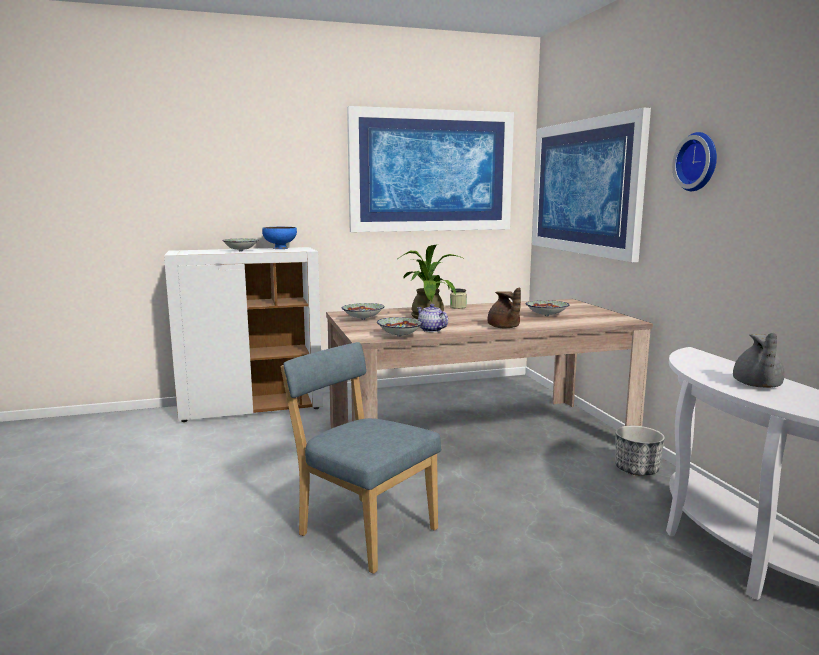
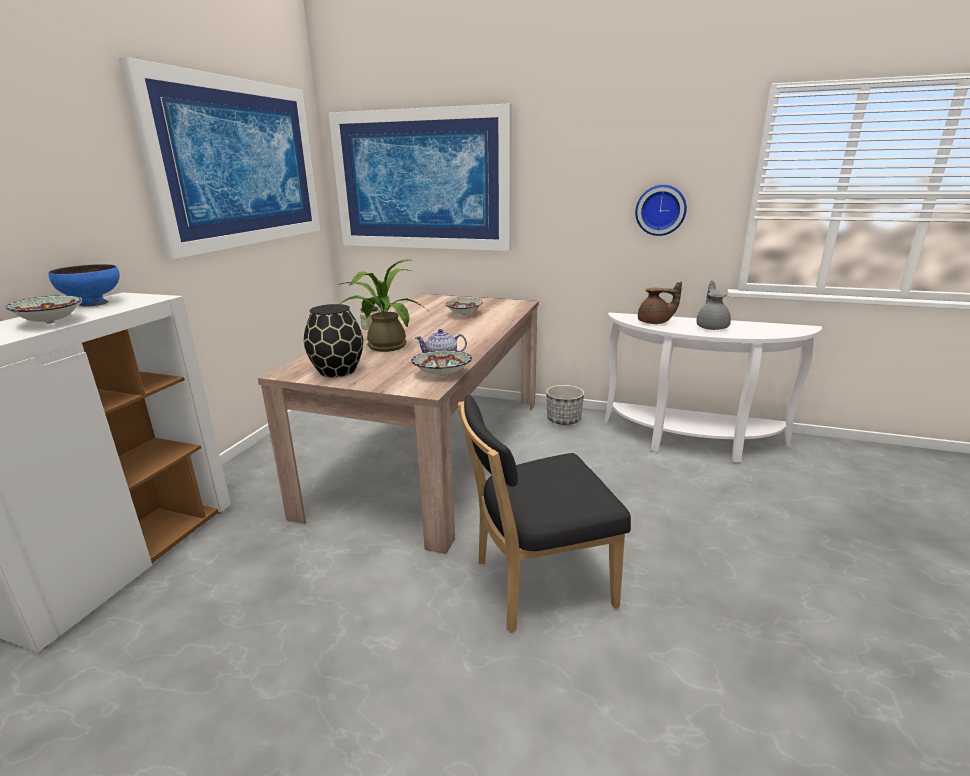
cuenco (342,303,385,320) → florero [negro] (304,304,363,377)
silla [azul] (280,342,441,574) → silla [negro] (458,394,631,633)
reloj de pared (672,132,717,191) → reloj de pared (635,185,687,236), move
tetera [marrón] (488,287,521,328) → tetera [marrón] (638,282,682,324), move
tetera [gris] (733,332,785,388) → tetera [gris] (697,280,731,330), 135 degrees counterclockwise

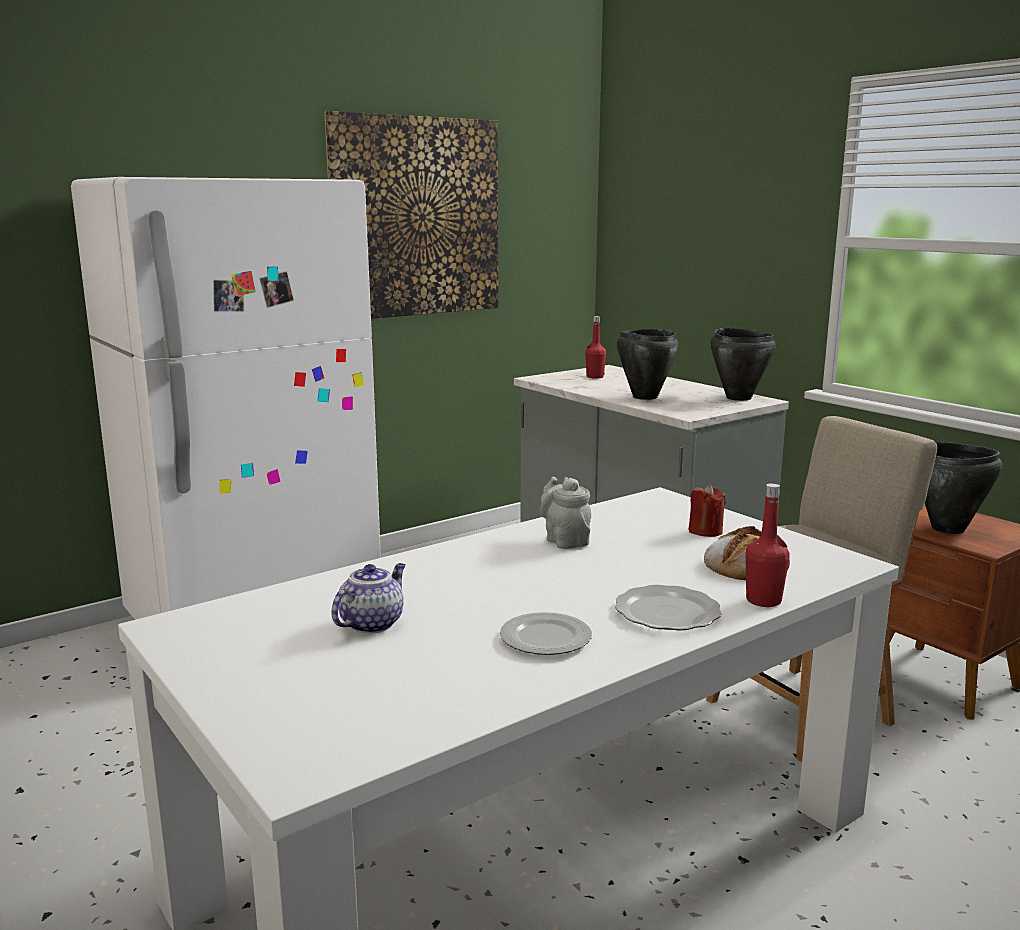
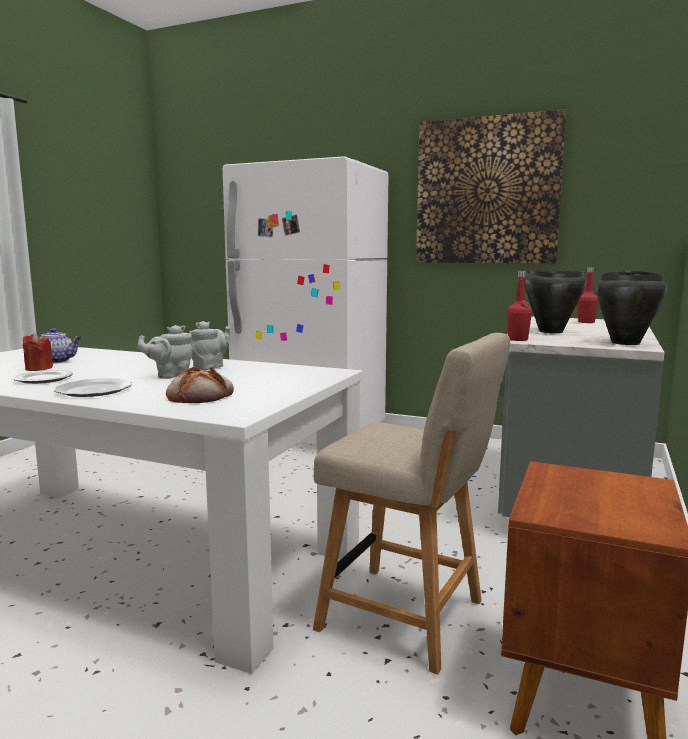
vela [rojo] (688,484,726,537) → vela [rojo] (23,333,53,371), move
- → tetera [gris] (138,325,193,379)
botella [rojo] (746,483,790,607) → botella [rojo] (507,270,532,341), move
olla [negro] (925,442,1002,534) → -

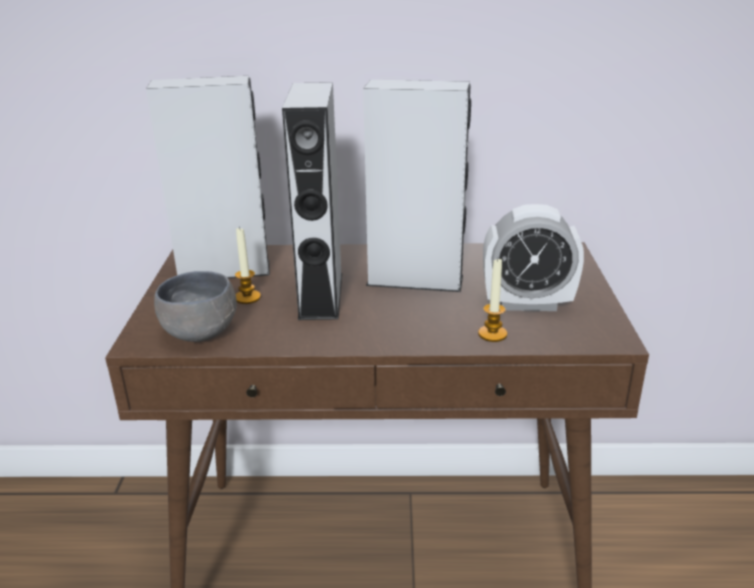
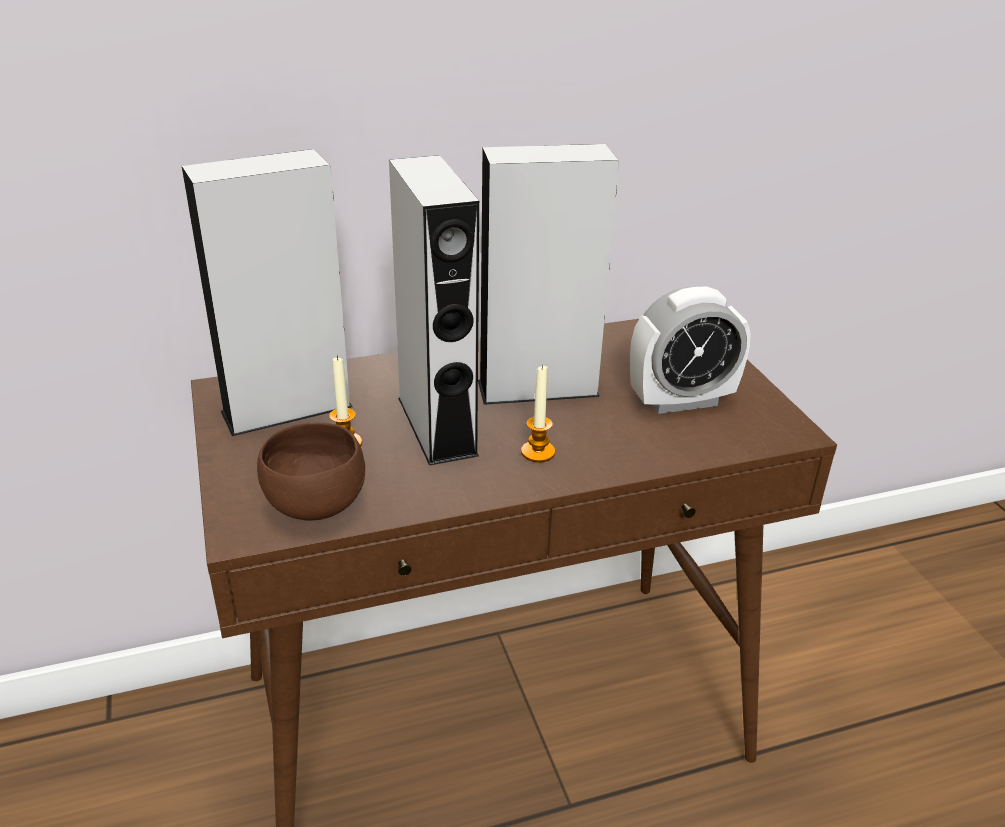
cuenco [gris] (154,271,237,342) → cuenco [marrón] (257,422,365,521)
vela (478,259,507,342) → vela (521,364,555,463), move

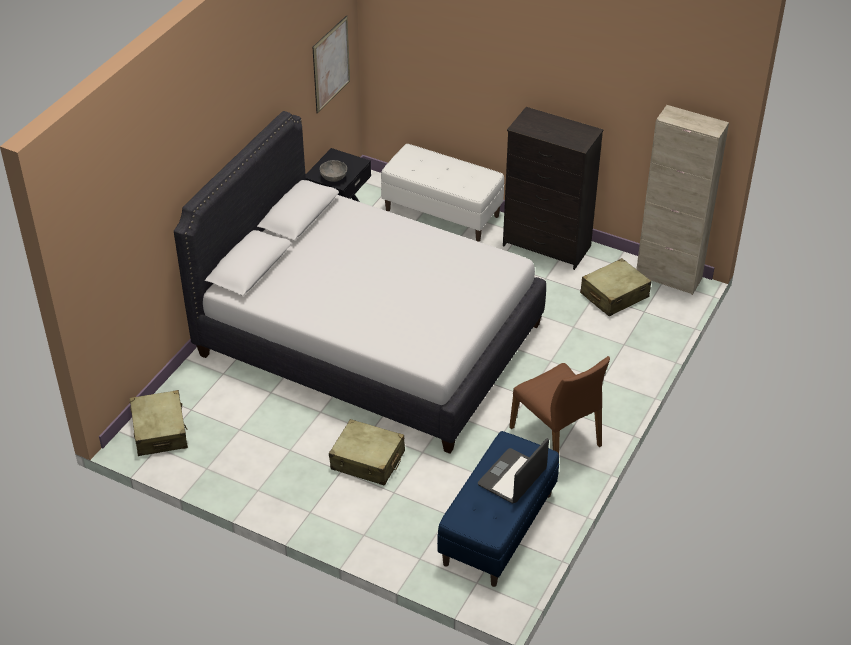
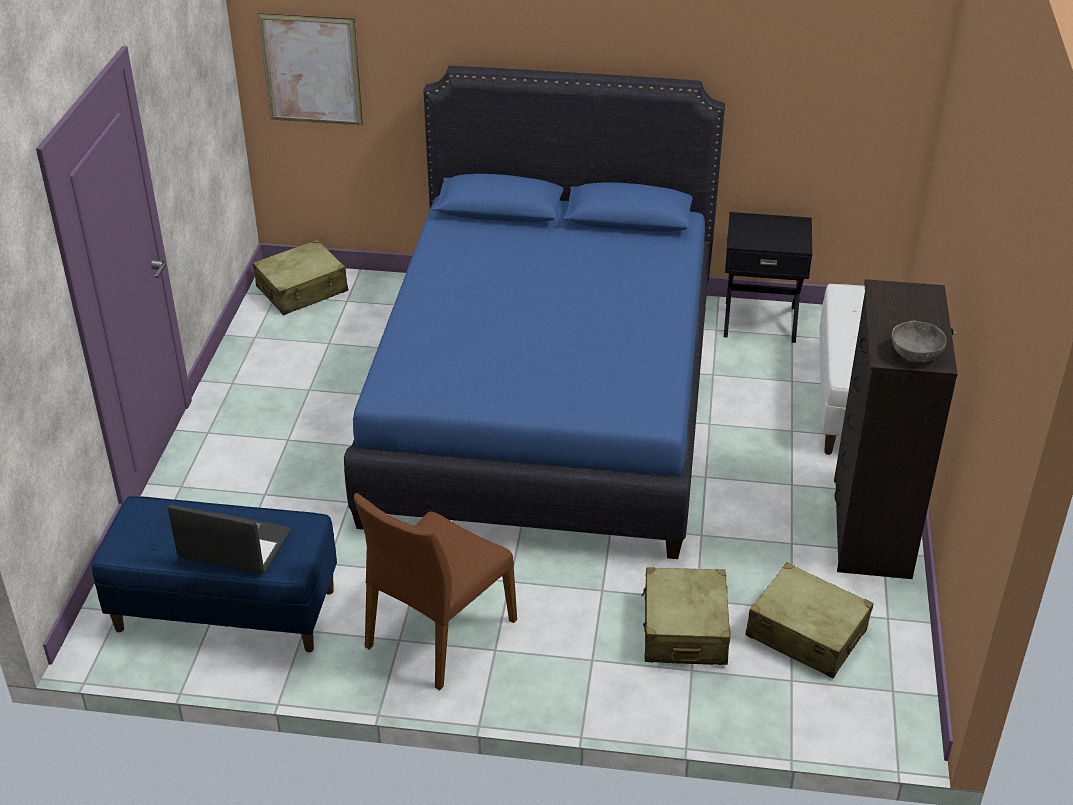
cuadro (312,15,350,114) → cuadro (258,13,363,125), move
cama [blanco] (174,111,546,454) → cama [azul] (344,66,725,559)
maleta [beis] (329,419,405,486) → maleta [beis] (641,567,730,665), move
cuenco [gris] (320,160,347,182) → cuenco [gris] (891,321,947,362), move
armario [beis] (637,105,729,295) → -

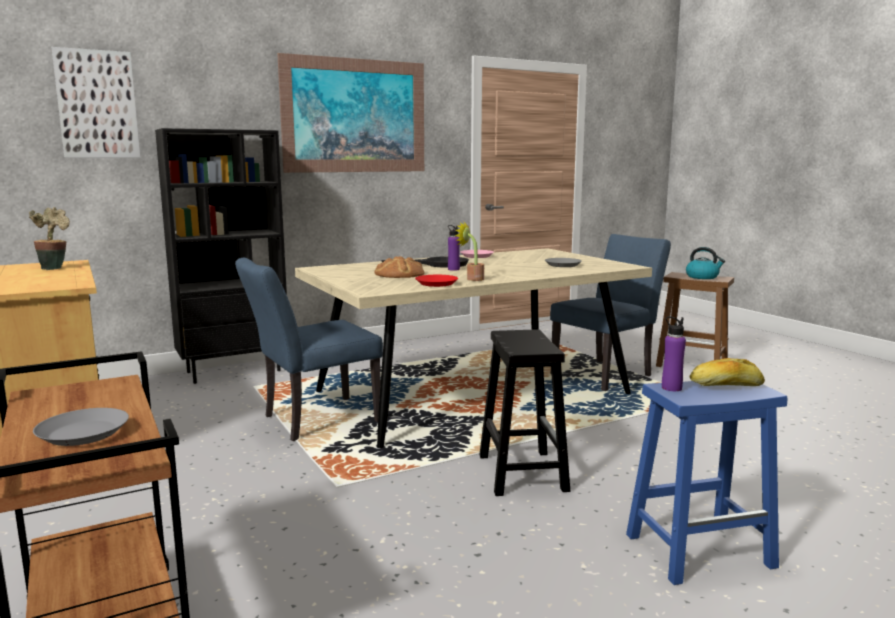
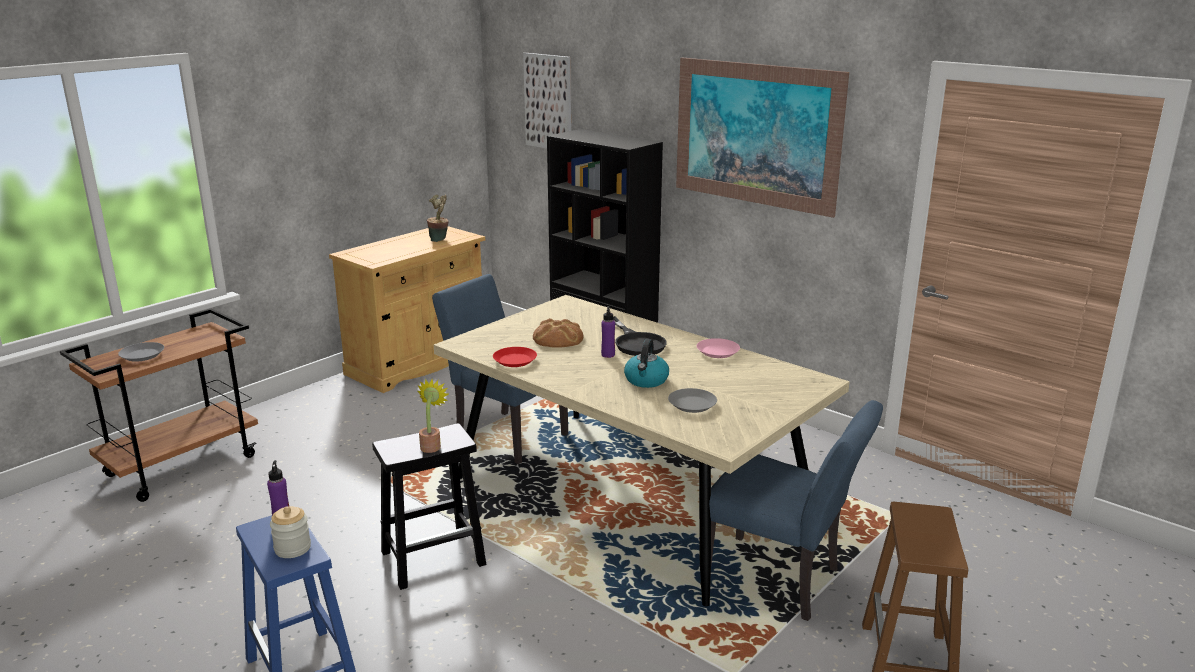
pan (690,358,765,386) → tarro (270,506,311,558)
planta en maceta (455,221,484,281) → planta en maceta (418,379,448,453), move
hervidor (686,247,725,279) → hervidor (624,339,669,388), move

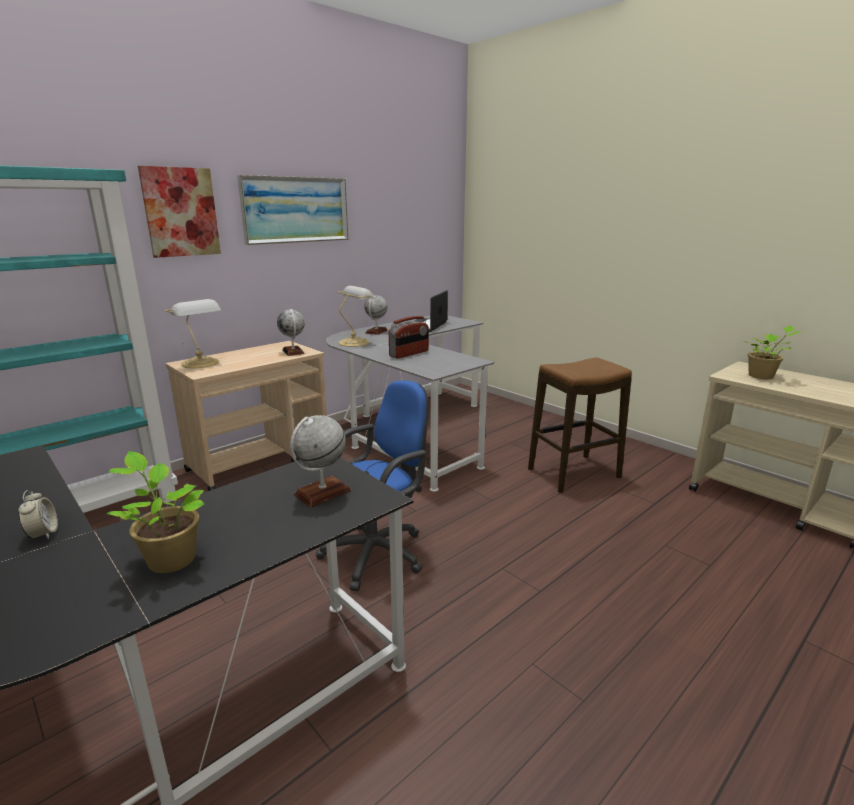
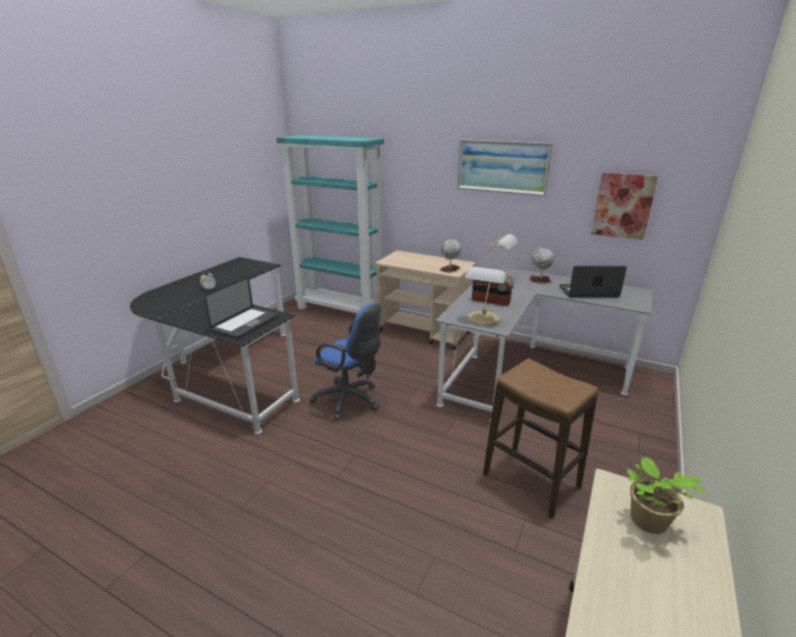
globo terráqueo (290,415,351,507) → portátil (204,277,278,339)
lámpara de mesa (165,299,221,368) → lámpara de mesa (464,267,510,325), move
cuadro (138,166,221,258) → cuadro (591,172,658,240), move
planta en maceta (107,451,204,573) → -

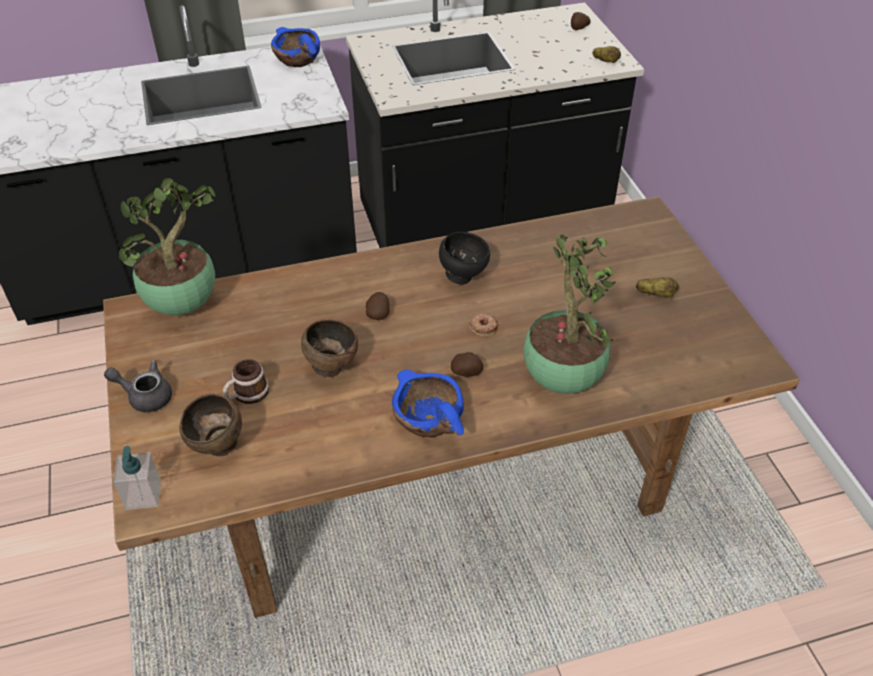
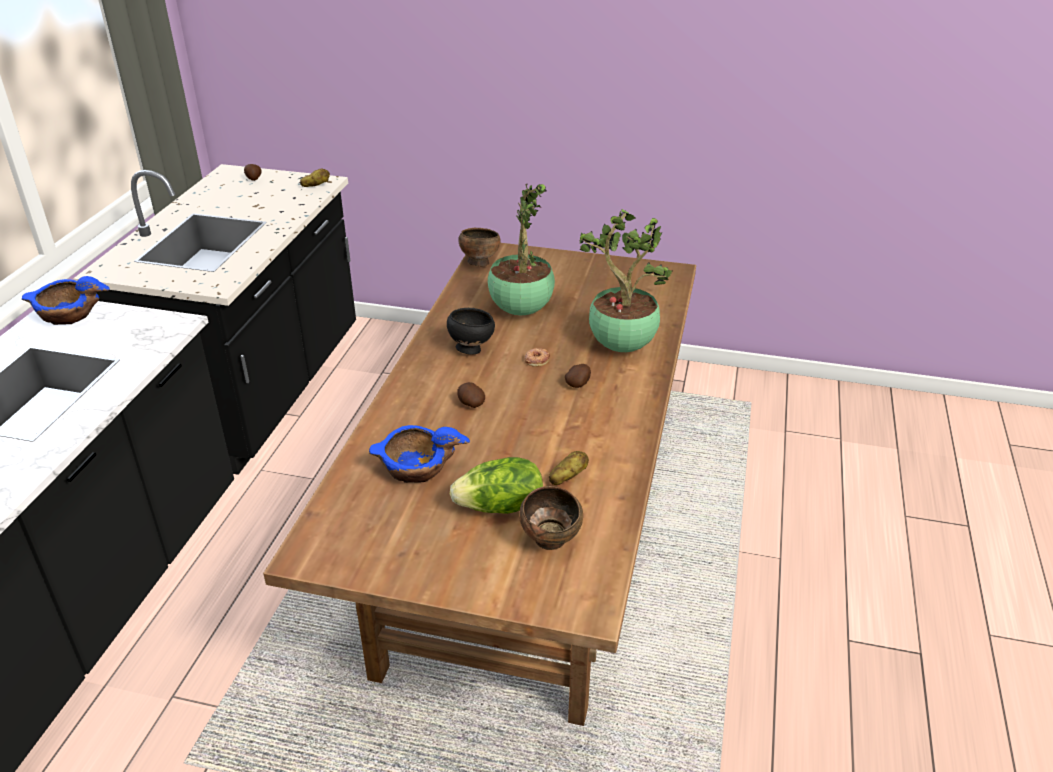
cuenco [azul] (392,369,464,437) → cuenco [azul] (369,425,470,483), move
taza grande (223,359,269,404) → lechuga (450,457,543,514)
cuenco [marrón] (301,319,358,377) → cuenco [marrón] (458,228,501,266), move
planta en maceta (119,178,216,316) → planta en maceta (488,184,555,315), move
patata (636,277,679,298) → patata (549,451,589,485), move
tetera [gris] (104,360,172,412) → -
dispensador de jabón (113,446,161,510) → -

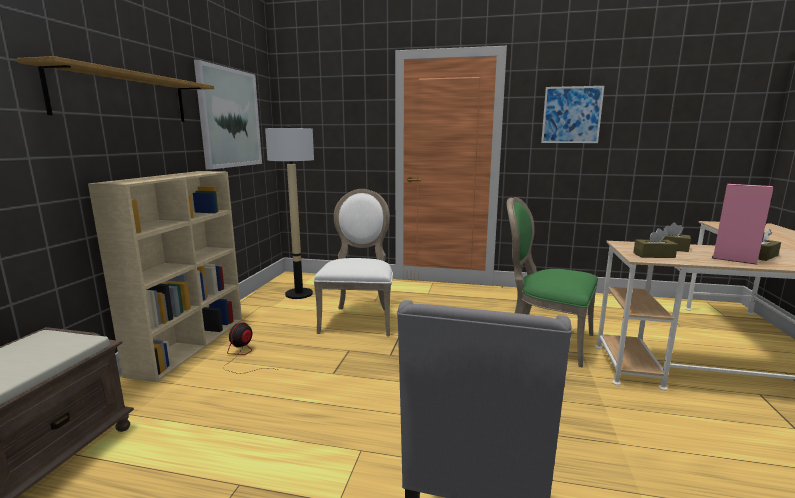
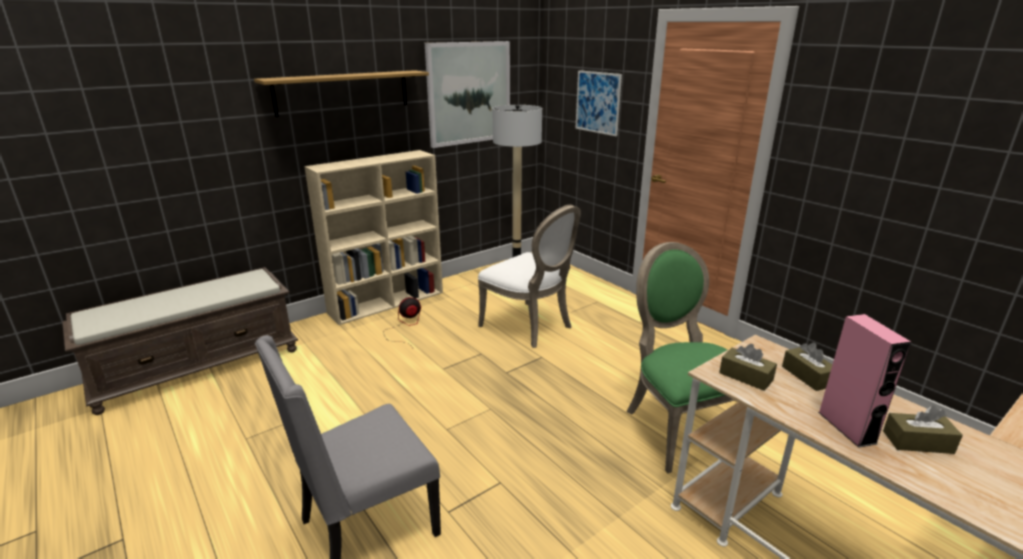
silla [blanco] (314,189,393,336) → silla [blanco] (478,205,581,348), 90 degrees clockwise
cuadro (541,86,604,143) → cuadro (575,70,622,136), move

